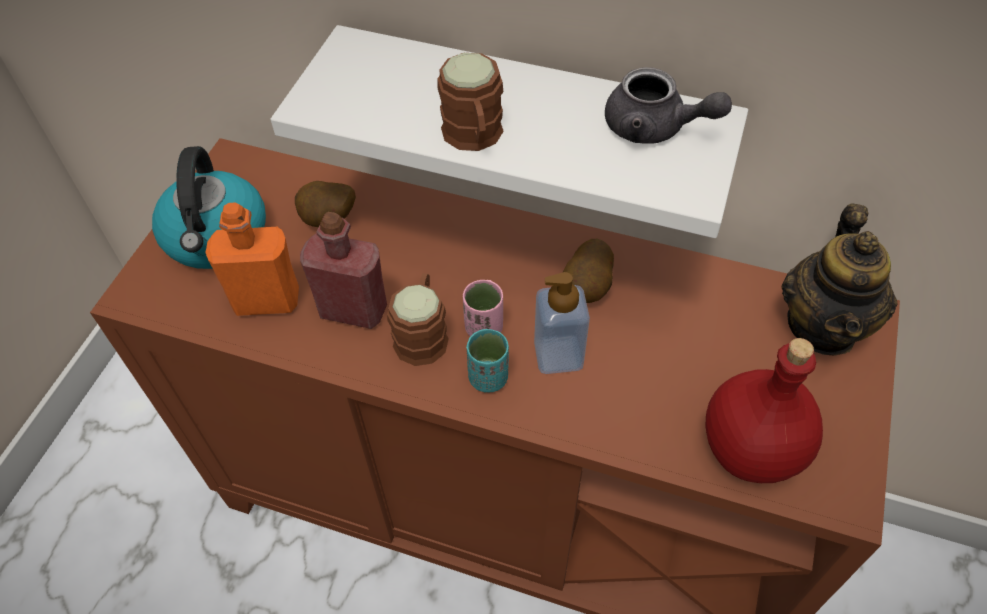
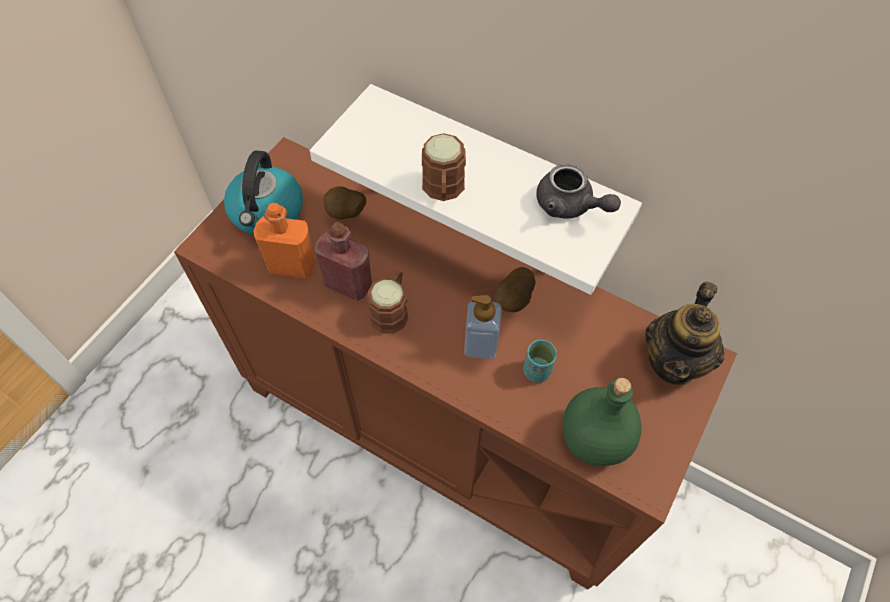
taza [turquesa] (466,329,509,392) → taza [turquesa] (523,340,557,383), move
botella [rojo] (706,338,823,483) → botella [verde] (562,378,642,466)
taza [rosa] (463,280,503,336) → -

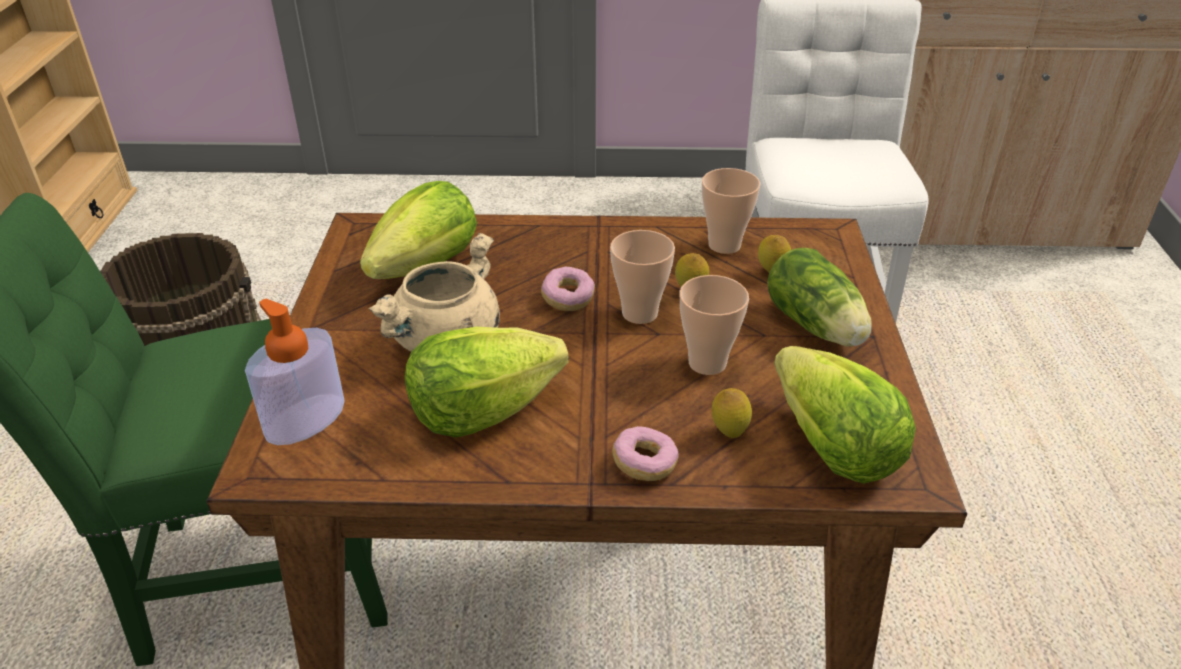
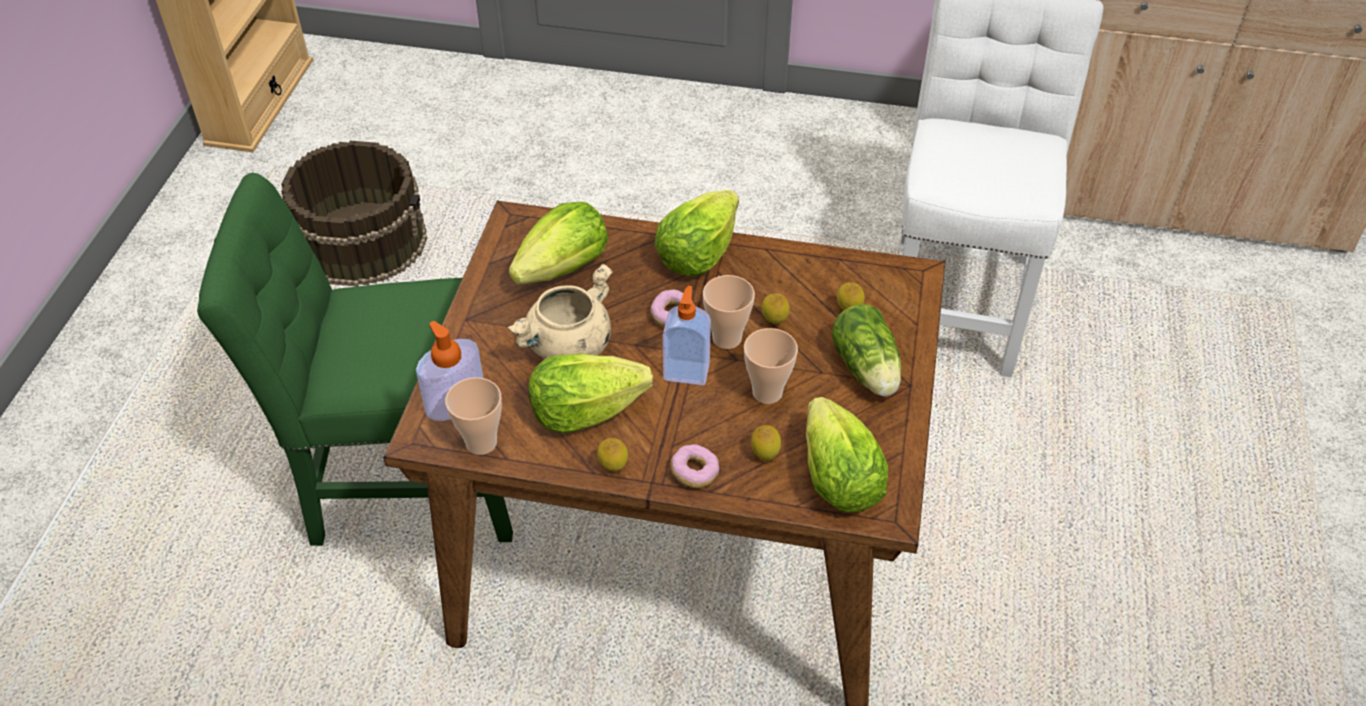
taza (702,168,761,254) → taza (445,377,502,455), move
- → limón (597,438,628,471)
- → lechuga (654,190,739,277)
- → dispensador de jabón (663,286,711,385)

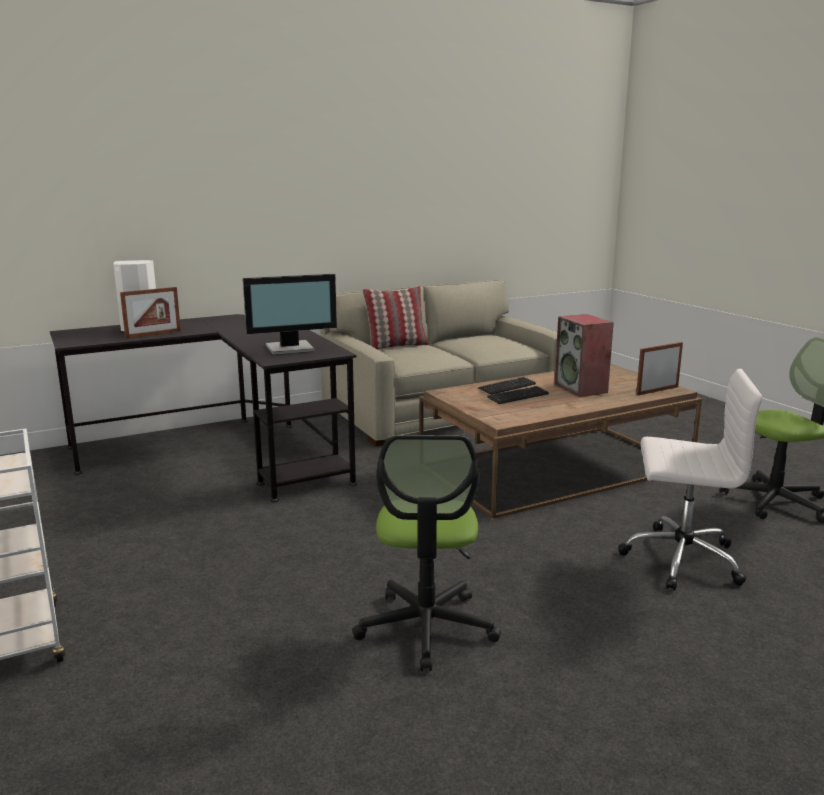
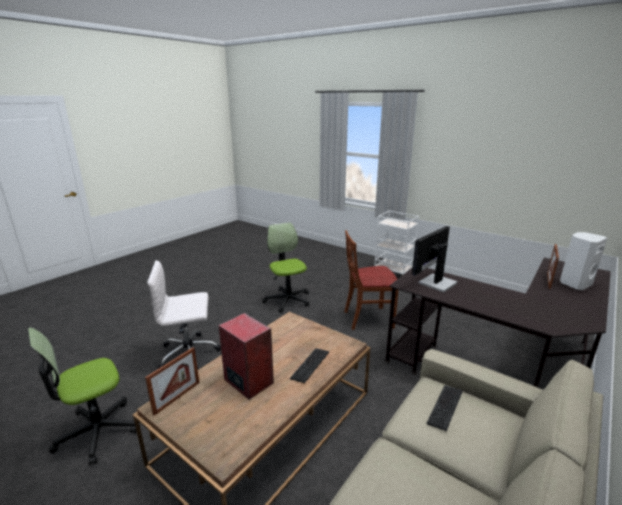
- → silla [marrón] (344,230,399,330)
teclado (487,386,549,404) → teclado (427,385,463,431), move
cojín (363,286,428,349) → -

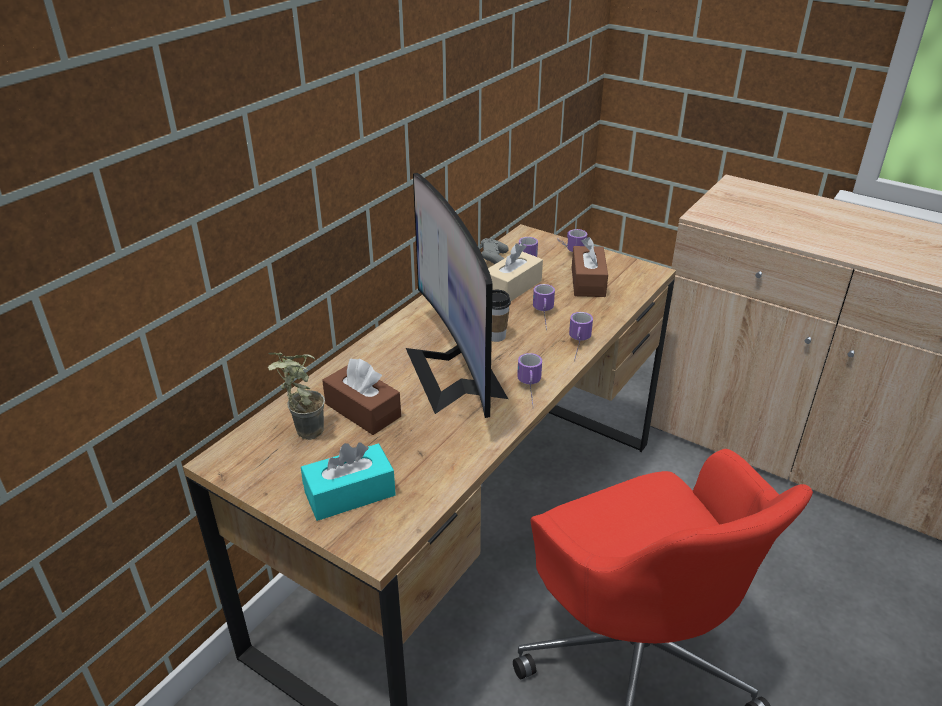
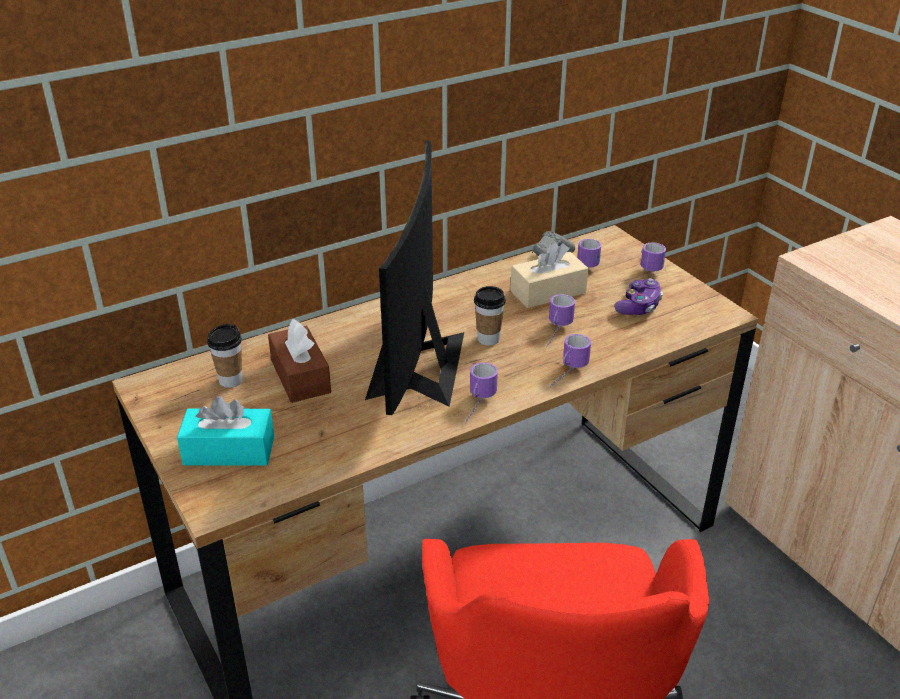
planta en maceta (268,353,325,440) → taza (207,324,243,388)
caja de pañuelos [marrón] (572,237,608,297) → mando de consola (614,278,663,315)

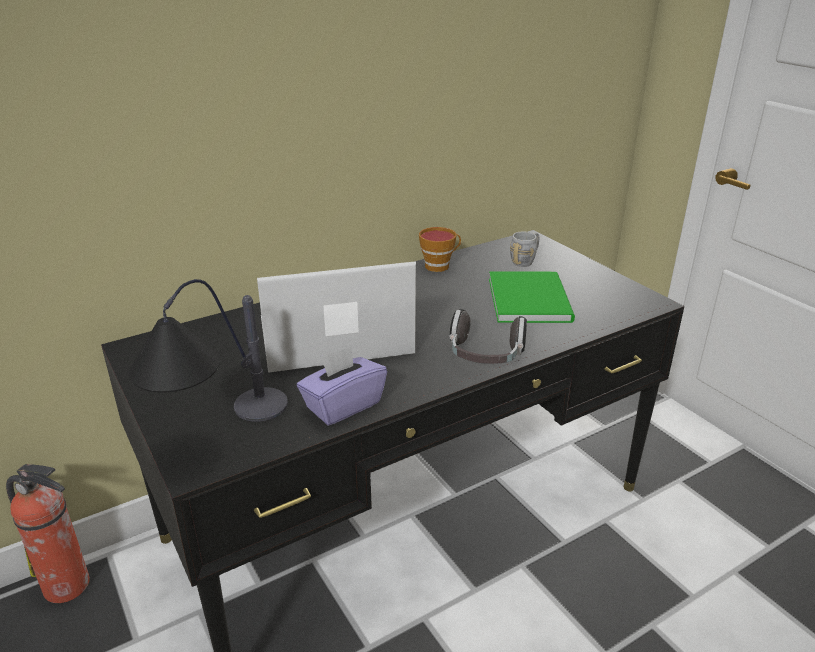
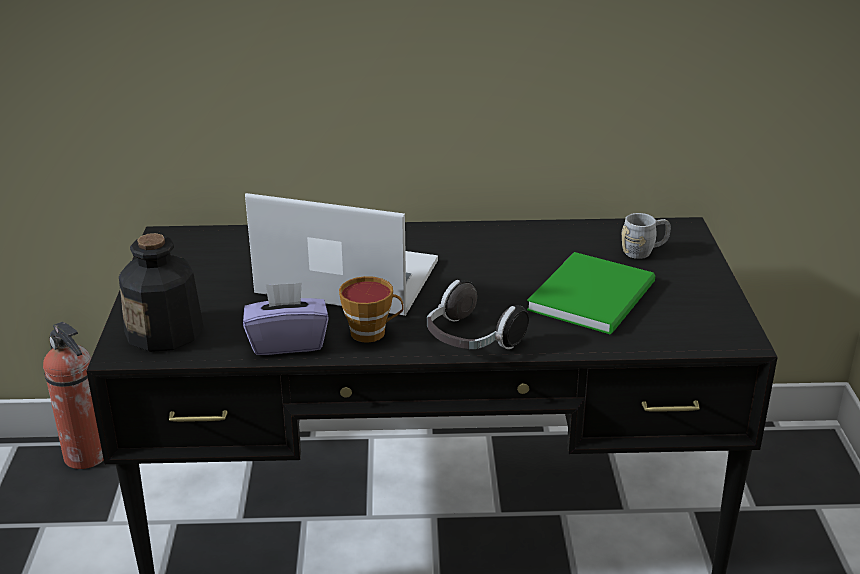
lámpara de mesa (129,279,288,422) → botella (119,233,204,352)
taza (419,227,461,272) → taza (339,276,404,343), move

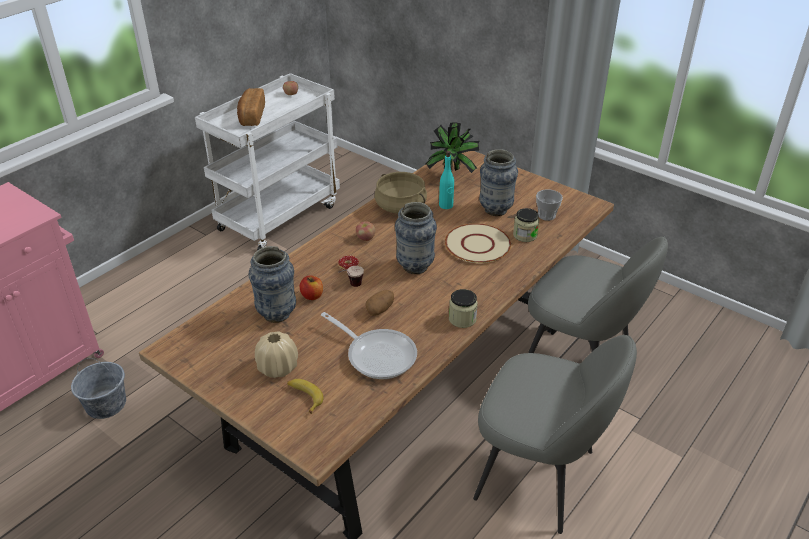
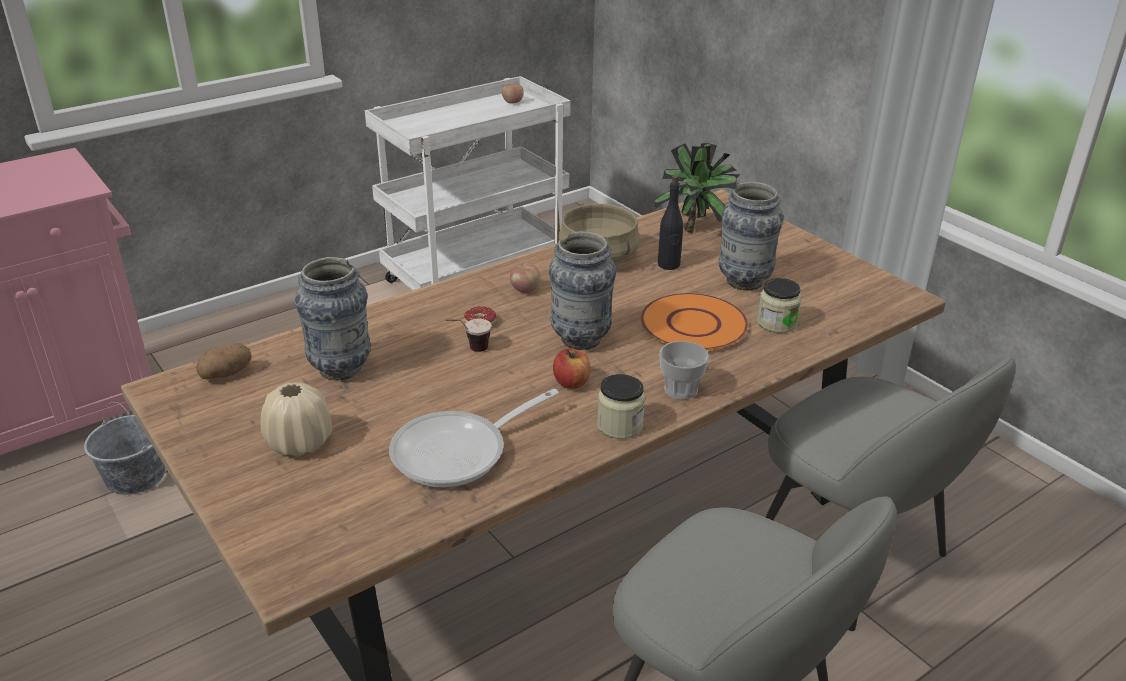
patata (366,290,394,316) → patata (196,344,252,380), move
sartén (321,312,417,379) → sartén (389,389,559,488), 90 degrees clockwise
manzana (300,275,323,300) → manzana (553,348,590,389), move
plato [beis] (445,223,511,263) → plato [naranja] (641,293,748,351)
botella [turquesa] (439,151,454,209) → botella [negro] (658,175,683,270)
taza (536,189,563,221) → taza (659,341,709,399), move
pan (237,88,265,126) → -
plátano (287,379,323,414) → -

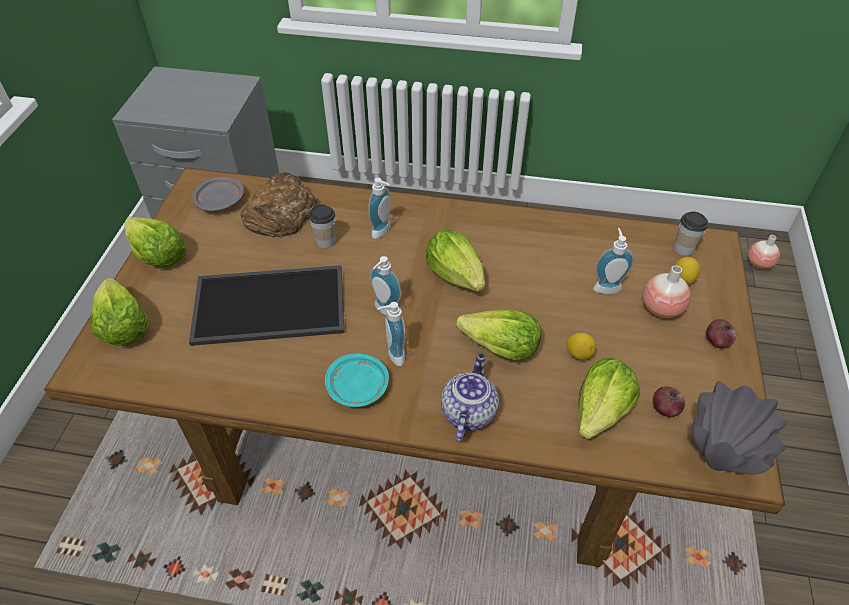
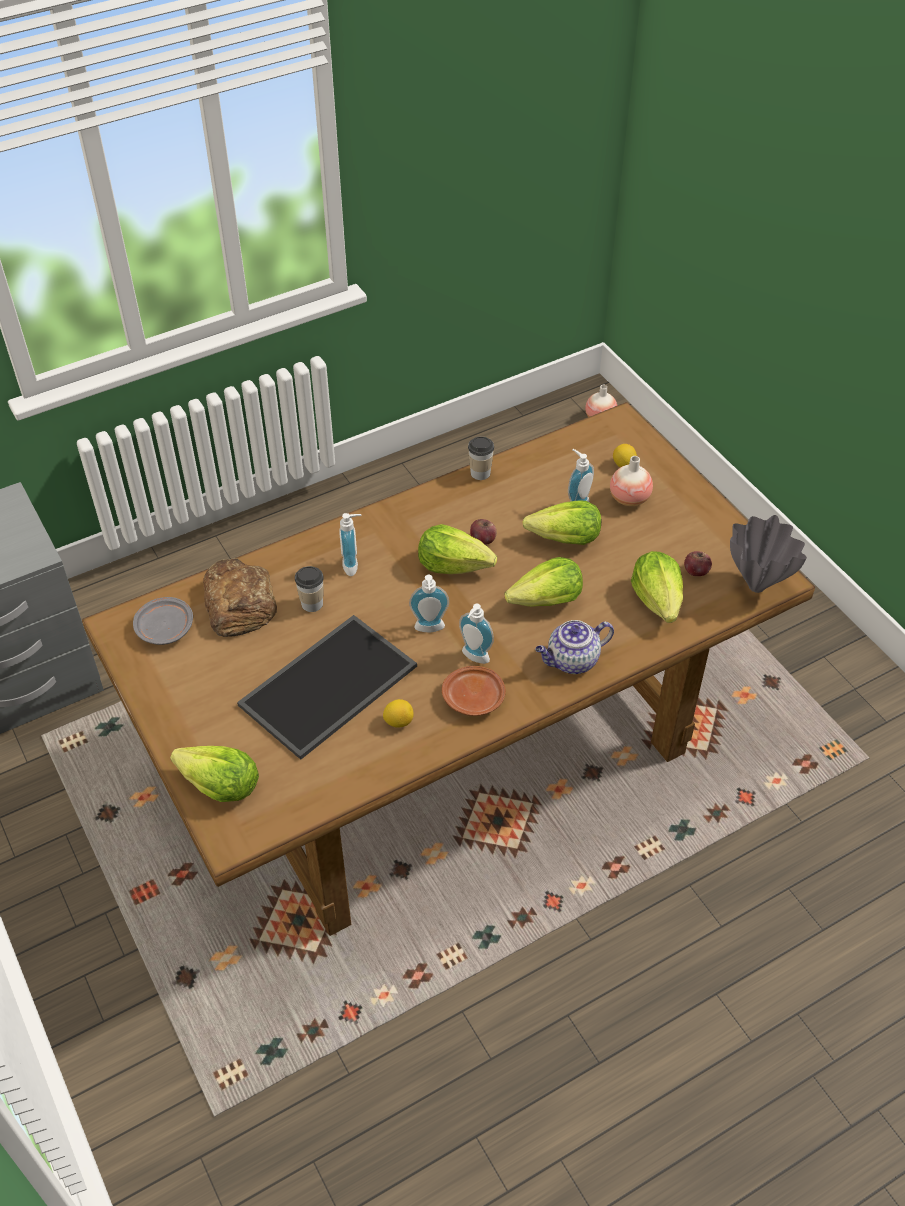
limón (566,333,596,360) → limón (383,699,414,728), move
plato [turquesa] (325,353,389,407) → plato [marrón] (442,666,506,716)
taza (674,212,708,256) → taza (468,436,494,480), move
manzana (706,319,737,349) → manzana (470,519,497,545), move
lechuga (124,217,186,267) → lechuga (522,500,601,545), move
tetera (441,353,499,442) → tetera (535,620,614,674), 90 degrees counterclockwise

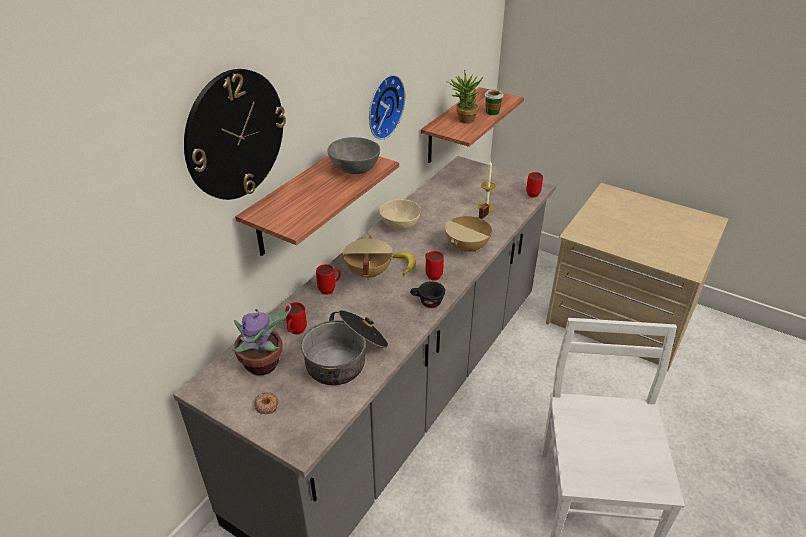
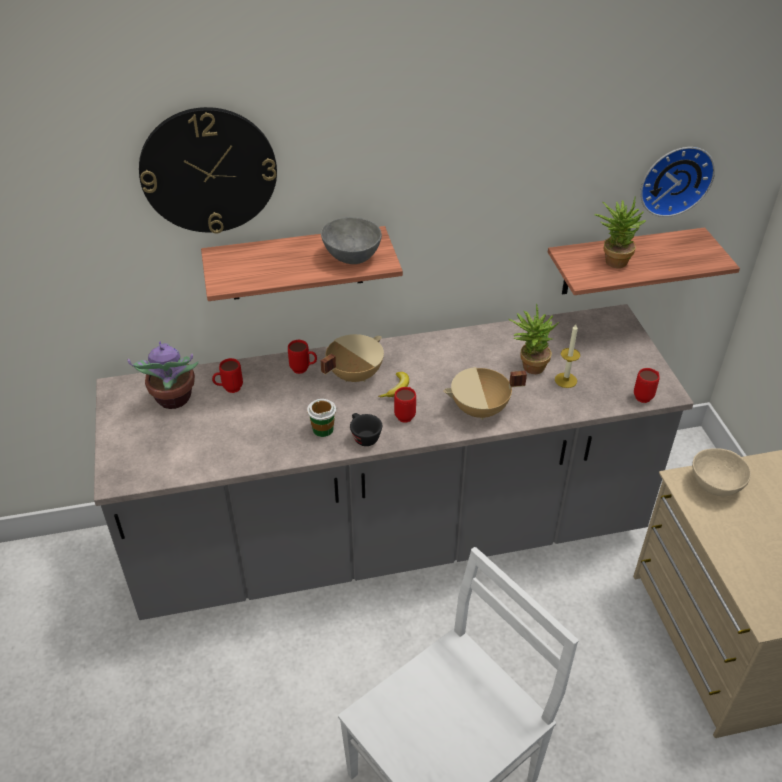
taza (484,90,504,115) → taza (307,399,336,437), move
- → planta en maceta (509,303,559,374)
reloj de pared (369,75,405,140) → reloj de pared (640,147,715,217), move
cuenco [beis] (379,199,421,231) → cuenco [beis] (692,448,751,496), move
rosquilla (254,392,279,414) → -
olla (301,310,388,385) → -

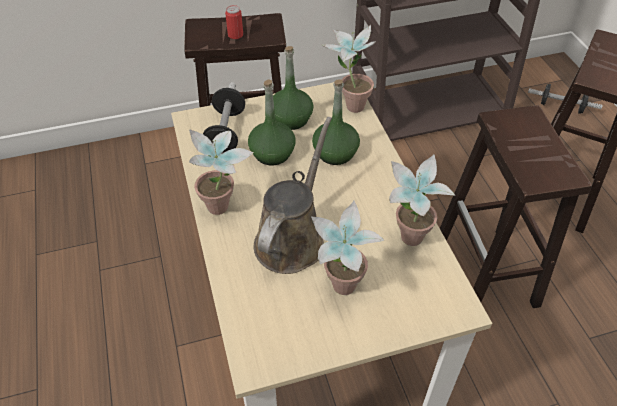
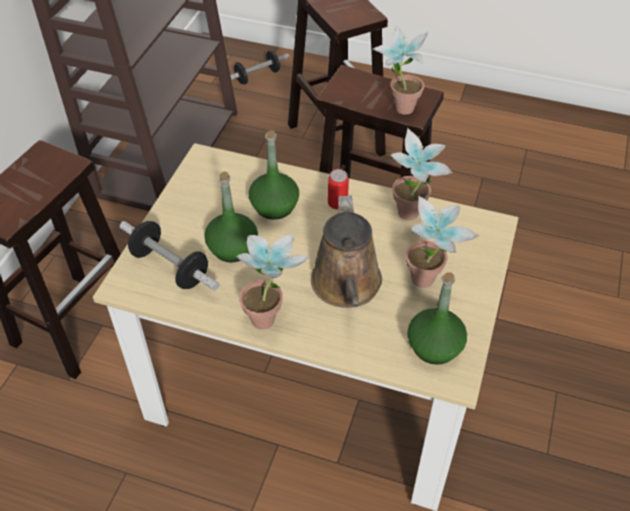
regadera [marrón] (254,117,332,274) → regadera [marrón] (311,195,382,308), 150 degrees counterclockwise
lata (225,5,243,39) → lata (328,169,349,210), move
planta en maceta (321,25,375,113) → planta en maceta (373,26,428,115), move
botella [verde] (273,46,313,130) → botella [verde] (407,272,467,365), move

